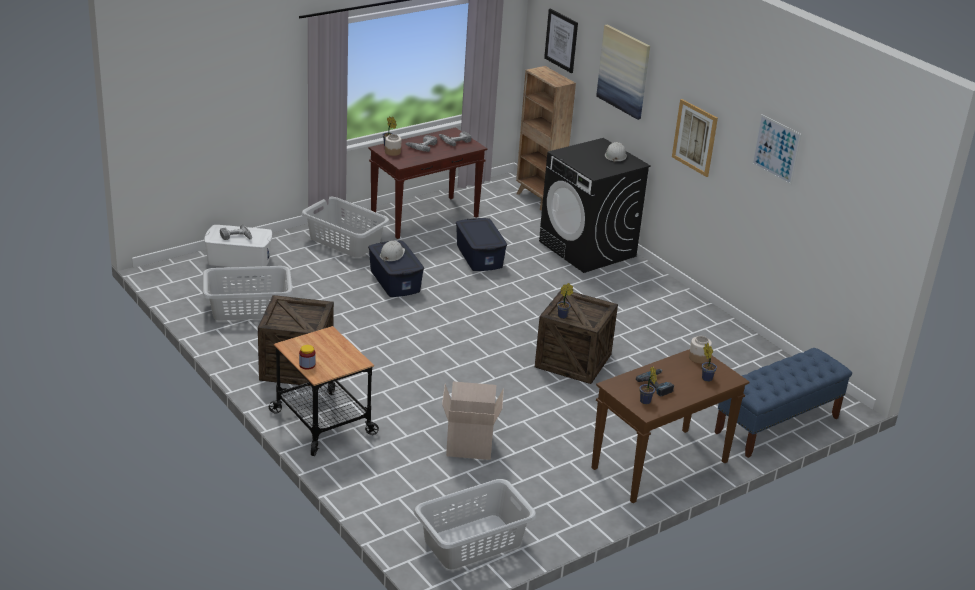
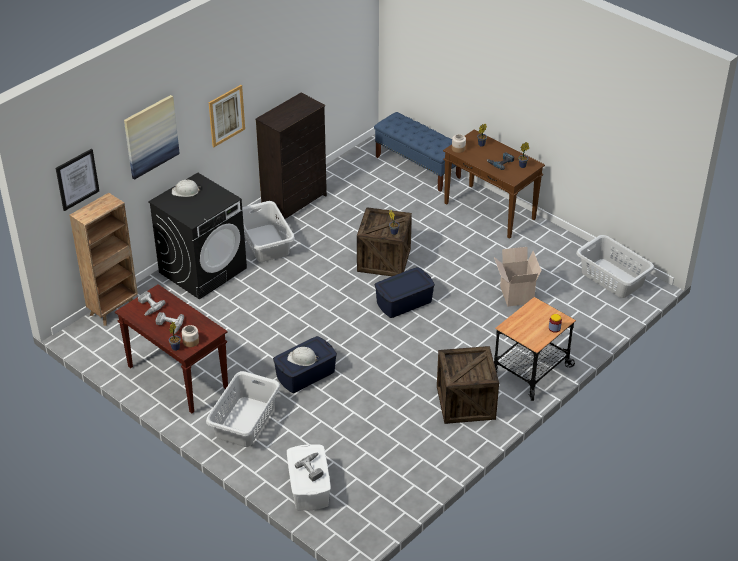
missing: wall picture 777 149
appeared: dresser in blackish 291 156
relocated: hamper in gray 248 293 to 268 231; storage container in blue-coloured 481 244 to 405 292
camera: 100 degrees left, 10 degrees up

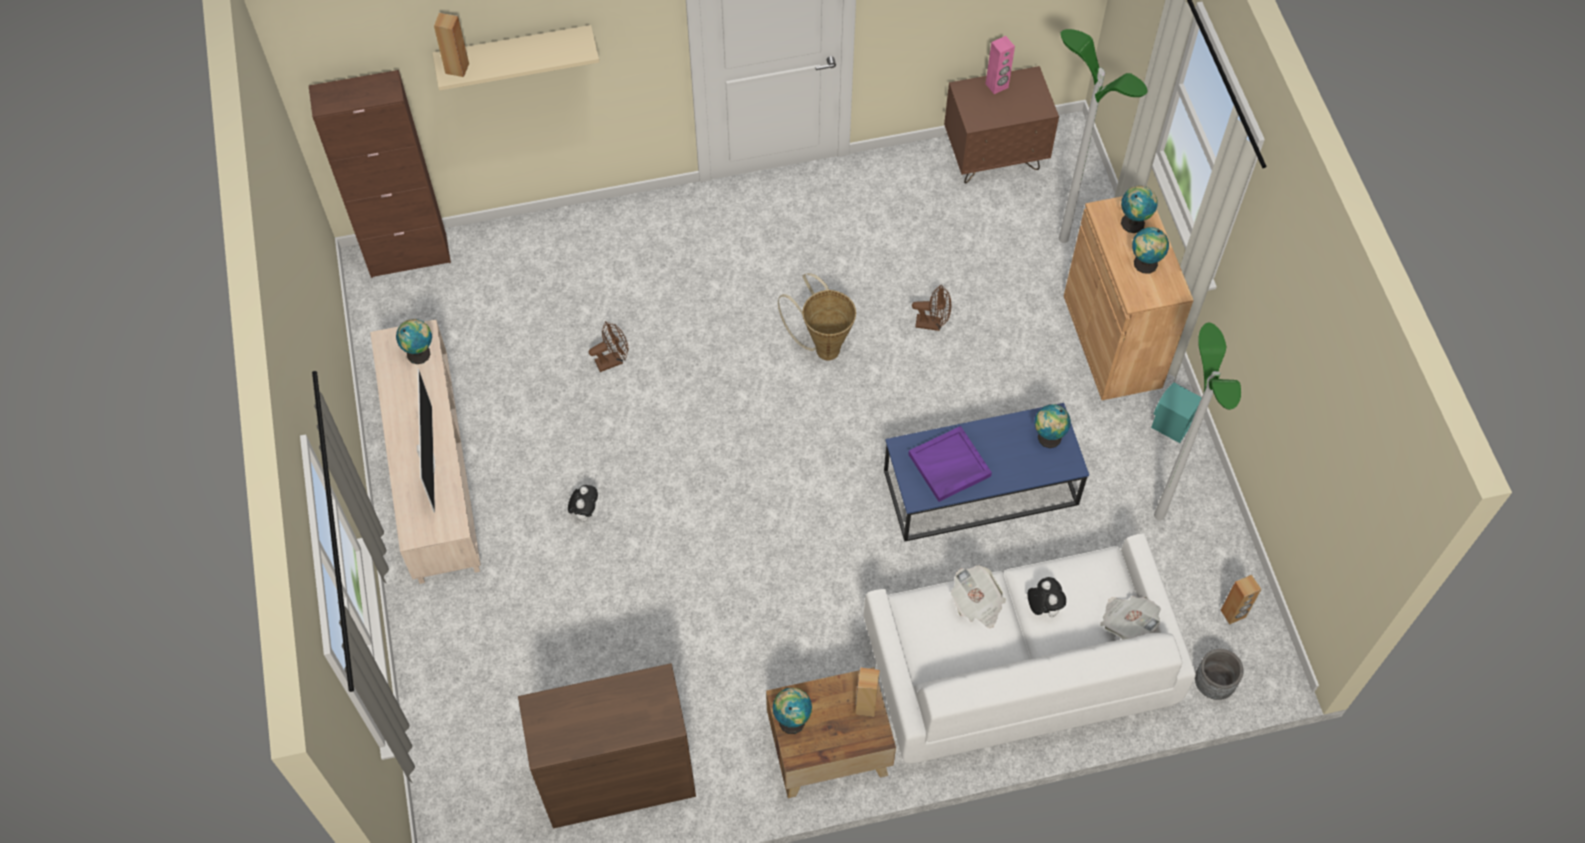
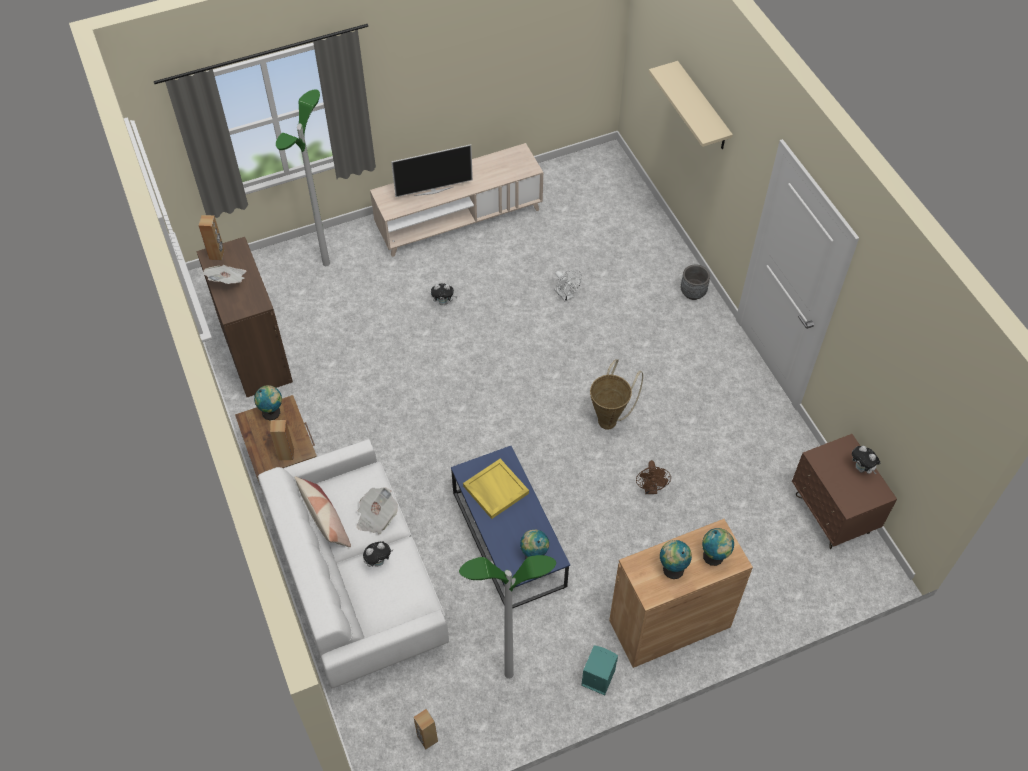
missing: storage cabinet in brownish 380 174; world globe 414 341
appeared: throw pillow 322 511
relocated: loudspeaker in brownish 451 45 to 211 237; floor lamp 1103 136 to 303 177; printed paper 1130 617 to 224 274; plant pot in gray 1219 674 to 695 282
exchanged: loudspeaker in pink-coloured 1000 65 to soft toy 866 460
colour: fan in brownish 609 346 to fan in white 568 285; serving tray in purple-coloured 950 464 to serving tray in yellowish 496 489
camera: 80 degrees right, 5 degrees down

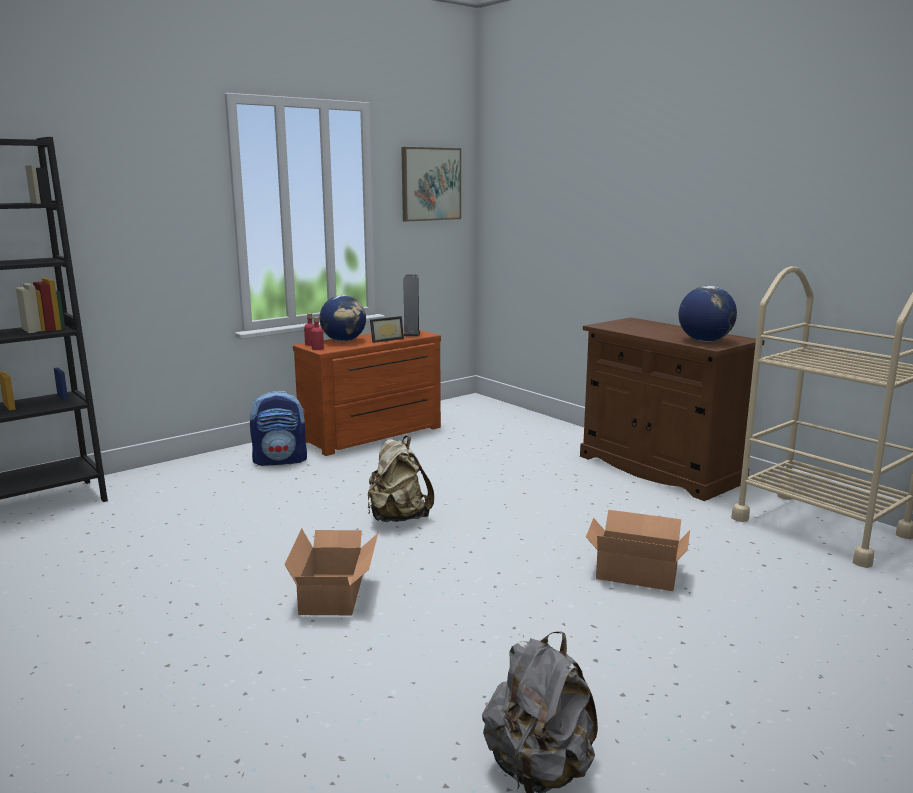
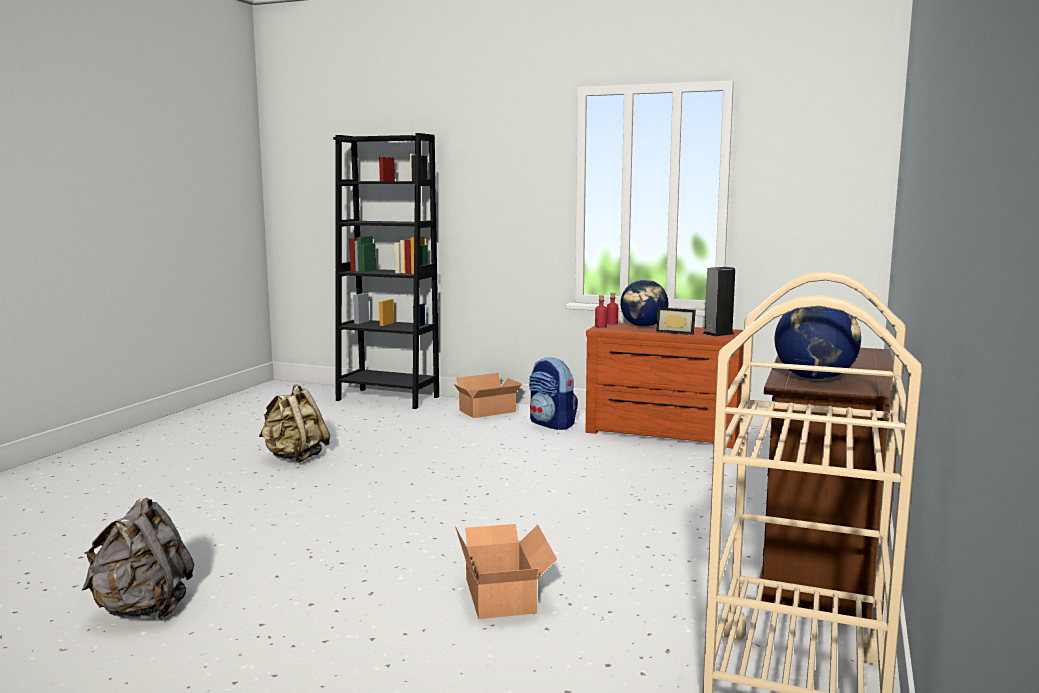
missing: wall picture 431 184
relocated: packing box 331 571 to 488 395; knapsack in beige 401 479 to 294 423
camera: 60 degrees right, 5 degrees down

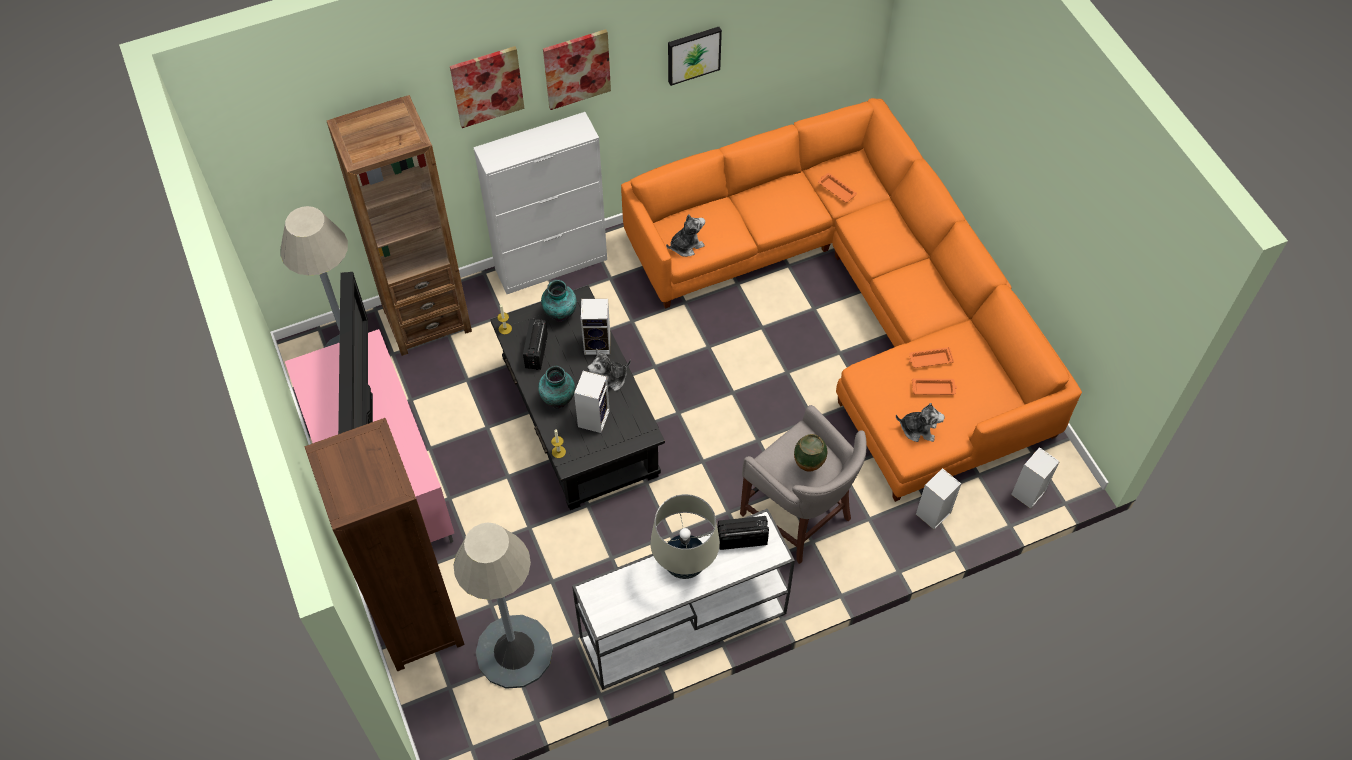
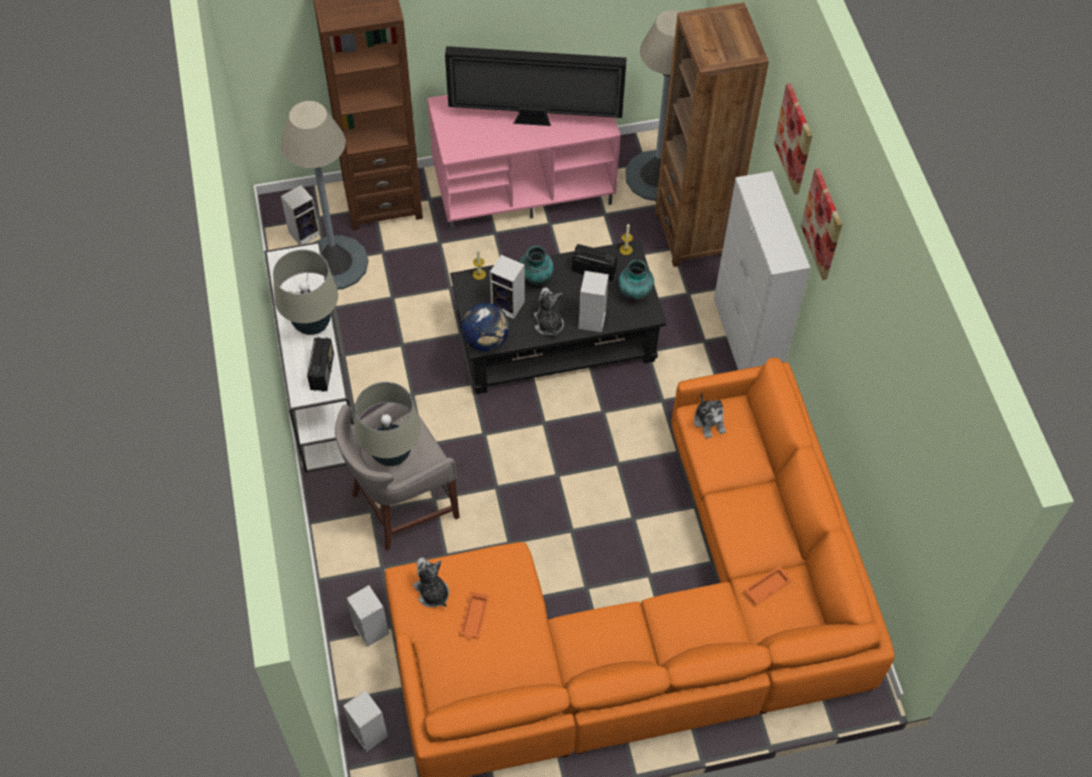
missing: wall picture 695 56; serving tray in orange-coloured 931 357
appeared: loudspeaker 300 215; world globe 485 327
exchanged: flower vase 810 453 to lamp for a table in beige 388 424
spun: soft toy 920 422 = 431 582 120 degrees clockwise
camera: 100 degrees right, 0 degrees up

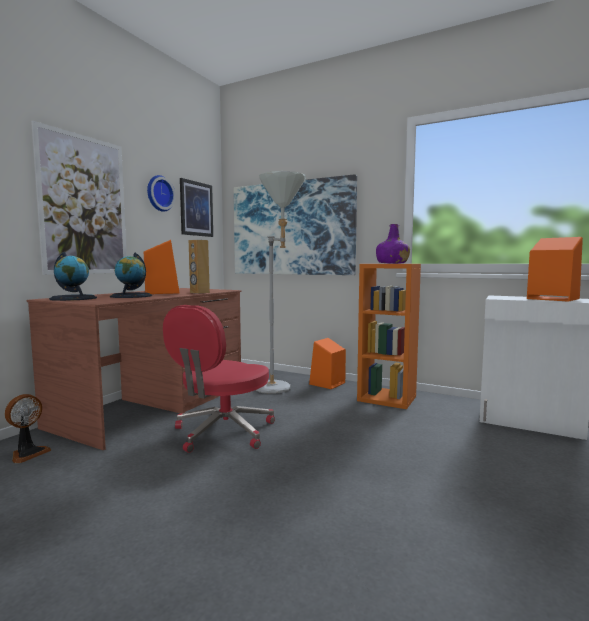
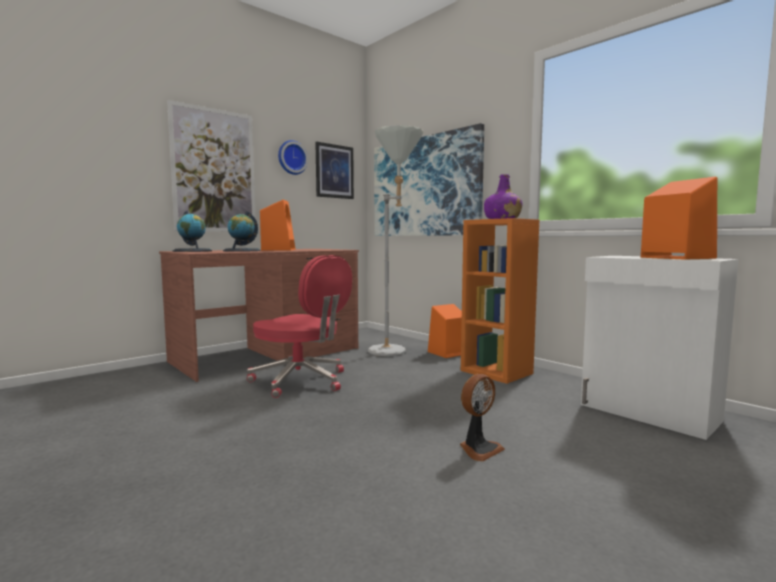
missing: loudspeaker in brownish 199 267
relocated: fan 28 428 to 482 418
spun: computer chair in red-coloured 219 379 = 299 326 105 degrees counterclockwise
camera: 20 degrees right, 0 degrees up

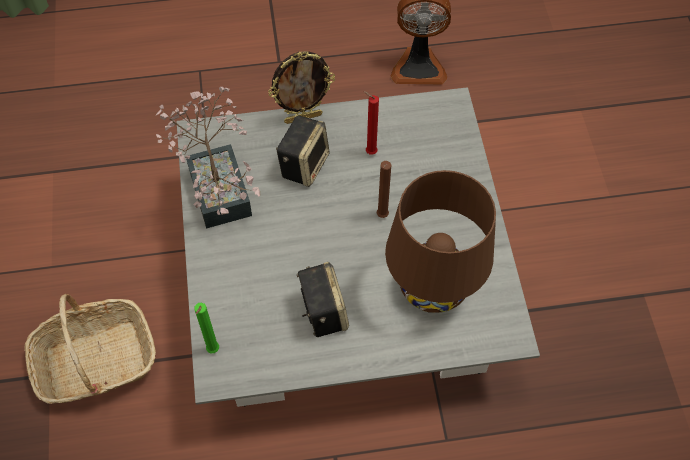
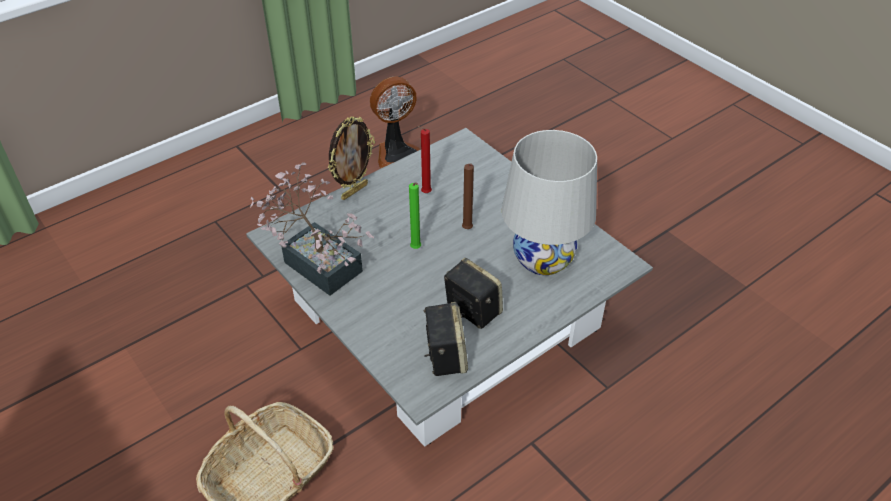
relocated: candle in green-coloured 206 328 to 415 215; loudspeaker 303 151 to 446 339
colour: lamp for a table in brownish 440 241 to lamp for a table in white 549 202
camera: 30 degrees left, 15 degrees down

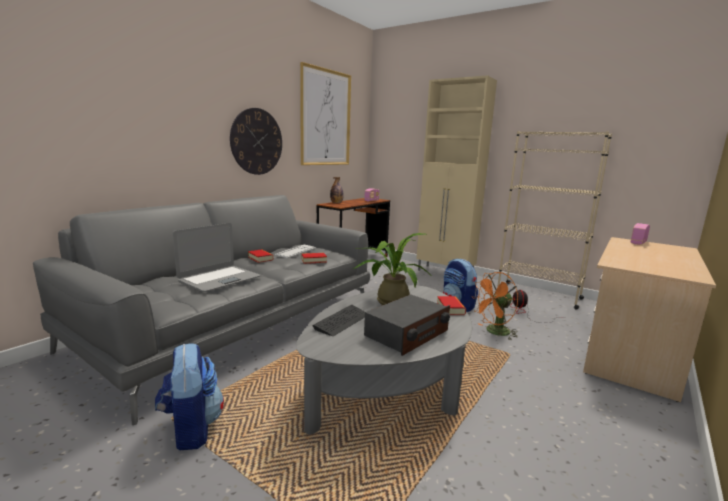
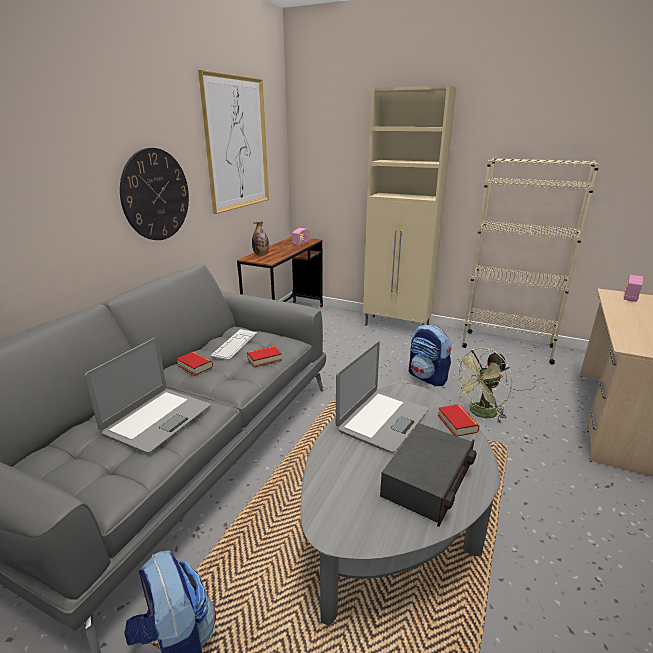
missing: keyboard 338 320
exchanged: plant in a pot 393 269 to laptop 382 397
colour: fan in orange-coloured 495 306 to fan in green-coloured 482 385
camera: 10 degrees left, 10 degrees up

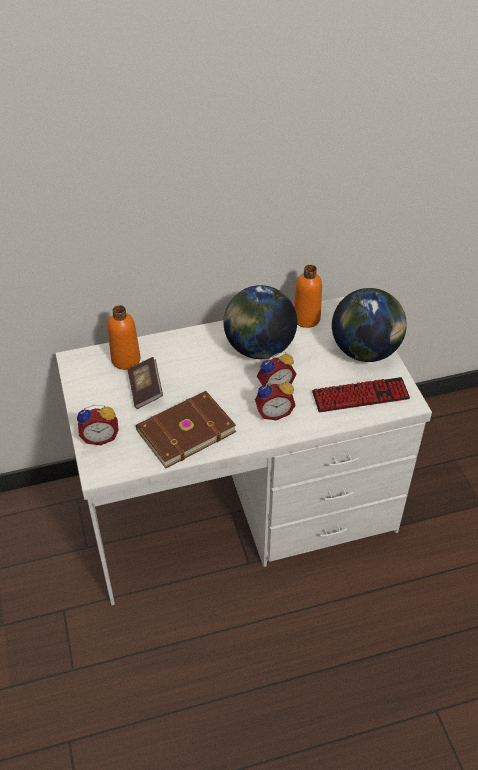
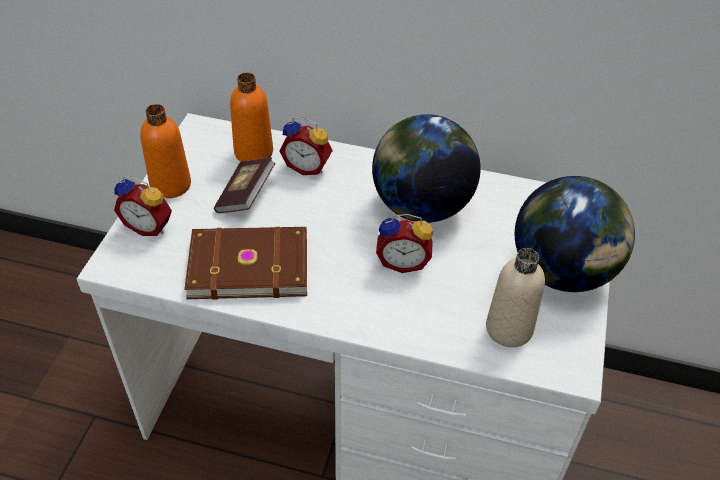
relocated: table clock 275 400 to 306 146; bottle in orange-coloured 308 296 to 165 151
exchanged: keyboard 361 394 to bottle in beige 515 297
camera: 30 degrees right, 0 degrees up

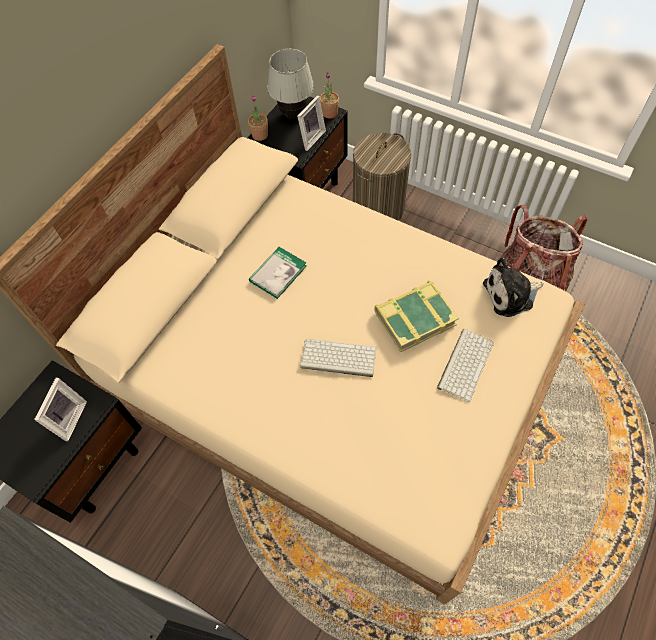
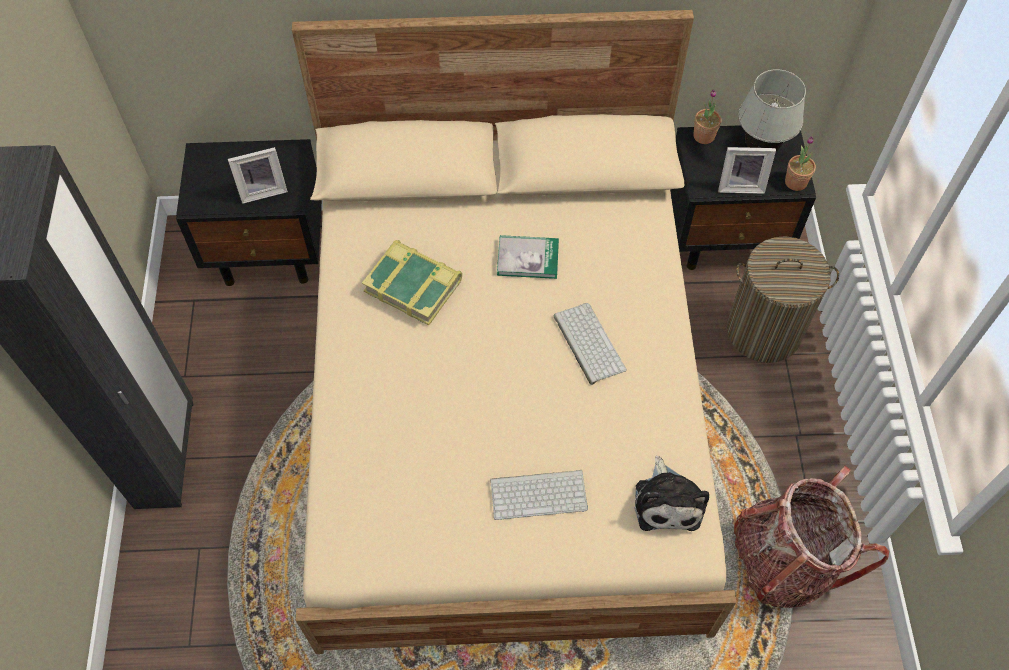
relocated: keyboard 338 358 to 590 344; bound book 416 316 to 412 282
spun: soft toy 513 287 = 672 493 135 degrees counterclockwise
camera: 55 degrees right, 0 degrees up

